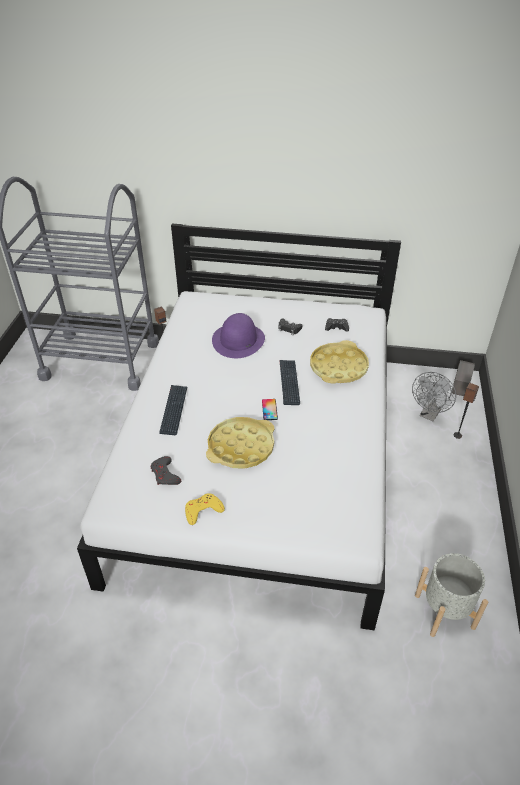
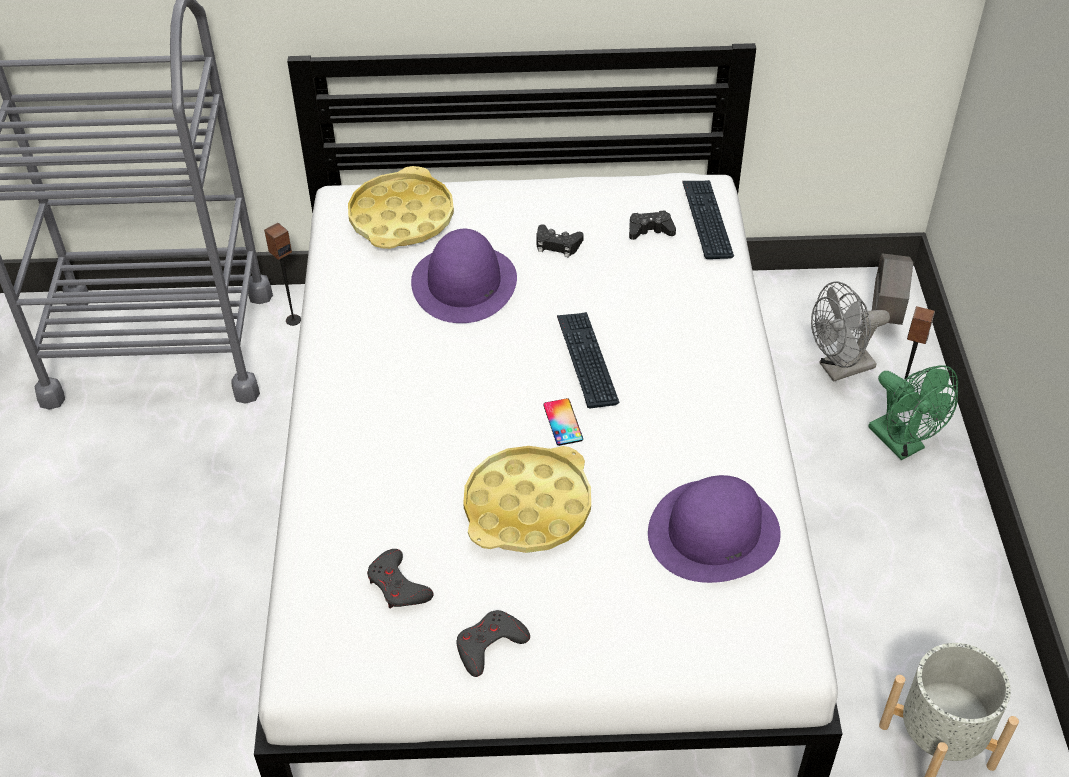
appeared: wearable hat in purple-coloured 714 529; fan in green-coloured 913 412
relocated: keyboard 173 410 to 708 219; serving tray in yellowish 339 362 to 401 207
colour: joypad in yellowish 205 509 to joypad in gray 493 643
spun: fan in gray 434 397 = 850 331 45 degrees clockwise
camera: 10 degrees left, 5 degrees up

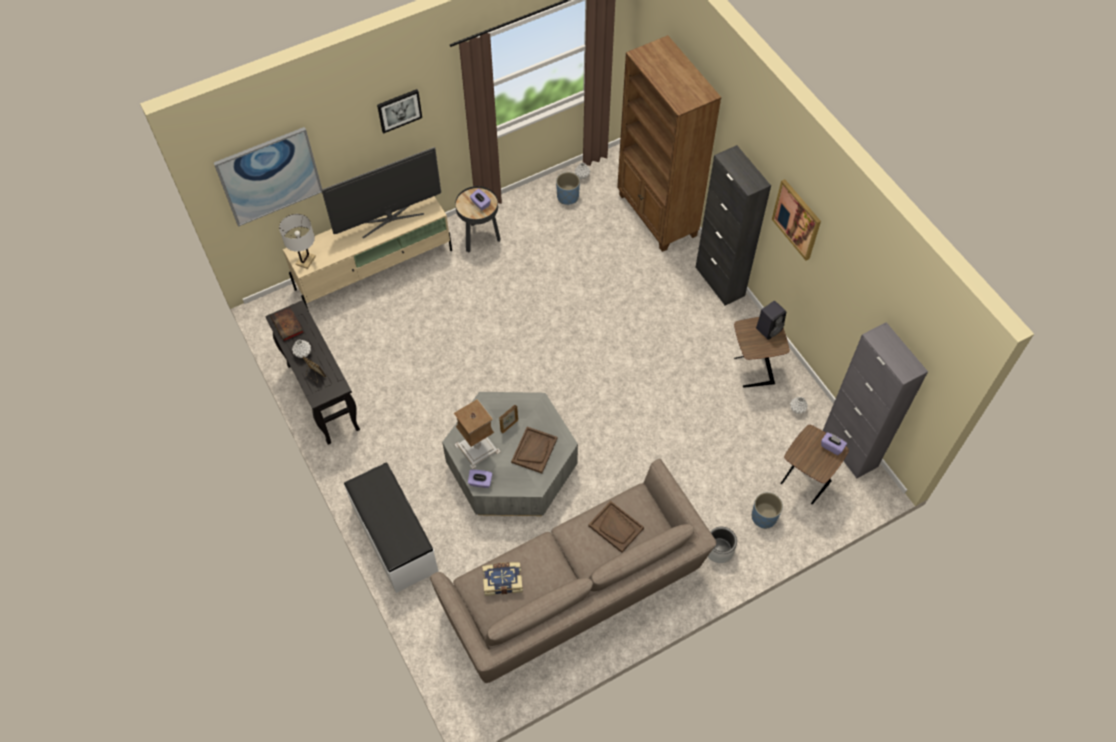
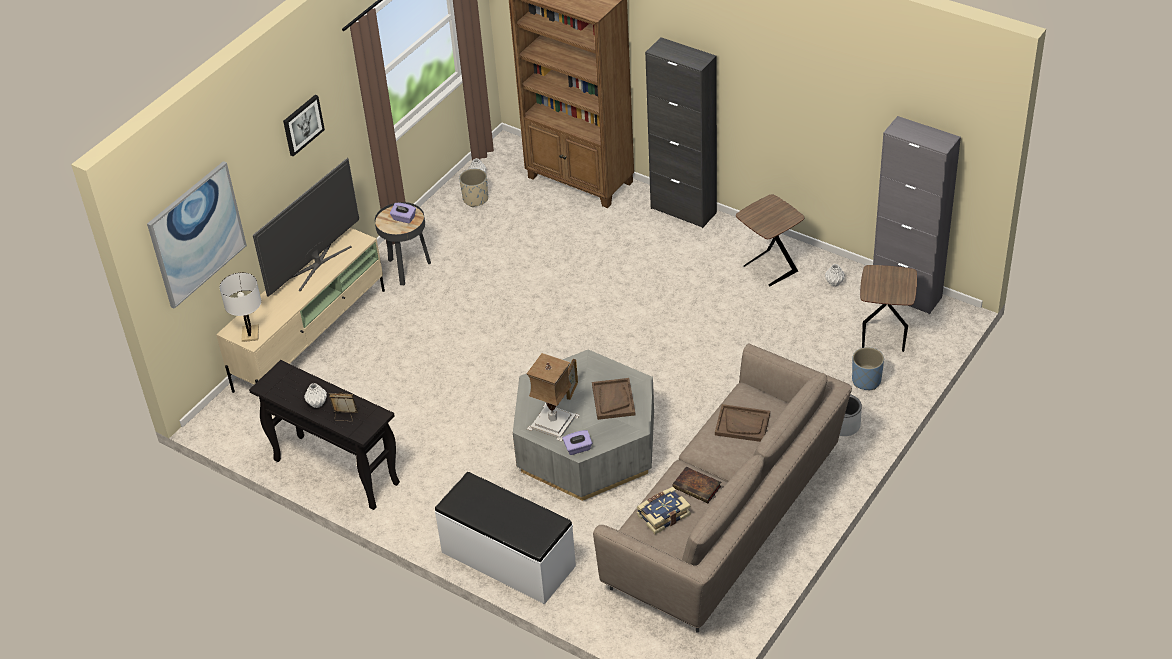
missing: loudspeaker in blackish 771 320; wall picture 796 219; tissue box in purple-coloured 834 443
relocated: bound book 287 324 to 696 485
colour: plant pot in blue-coloured 568 188 to plant pot in beige 473 188
camera: 25 degrees left, 15 degrees down

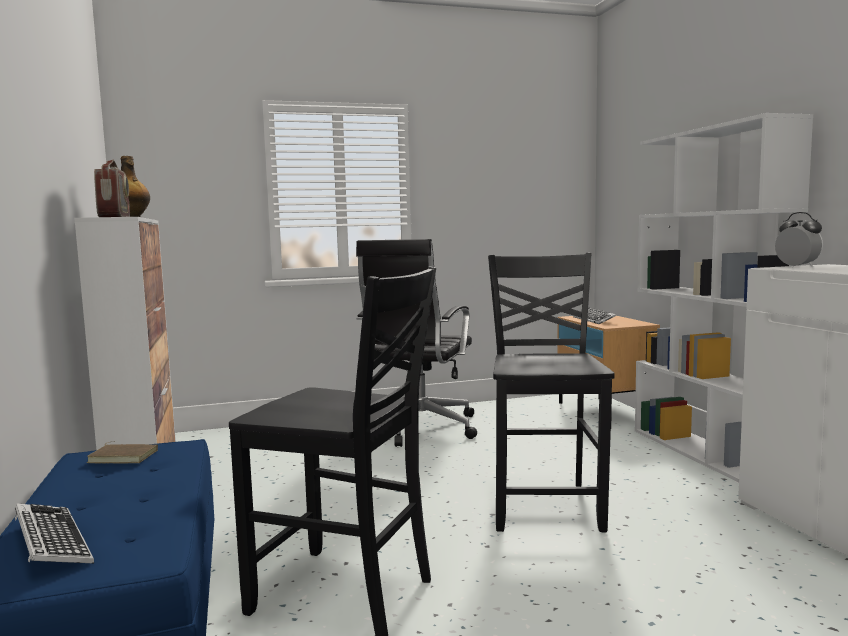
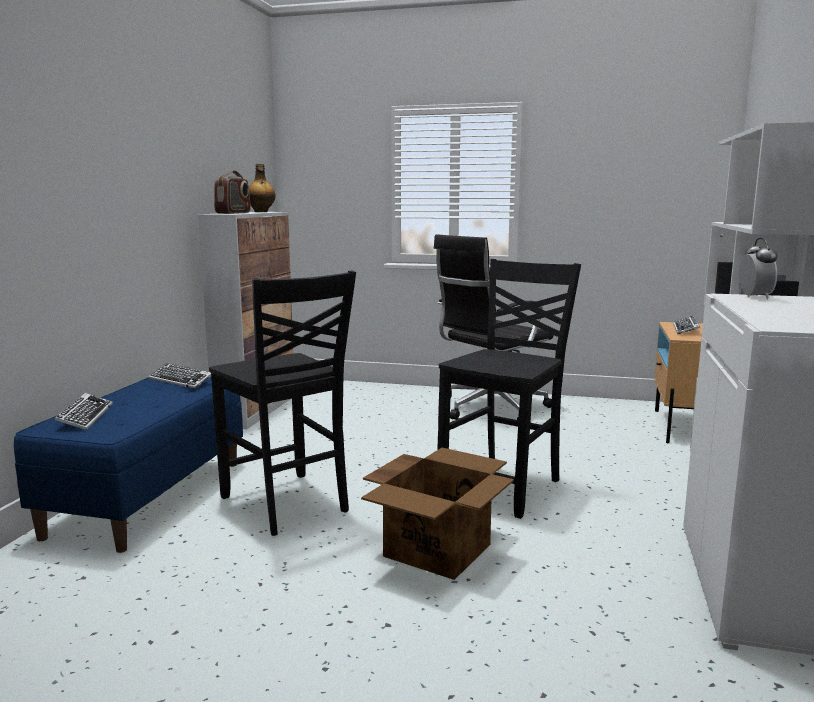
appeared: packing box 437 514
exchanged: bound book in brownish 122 452 to keyboard 180 376
camera: 30 degrees right, 5 degrees up

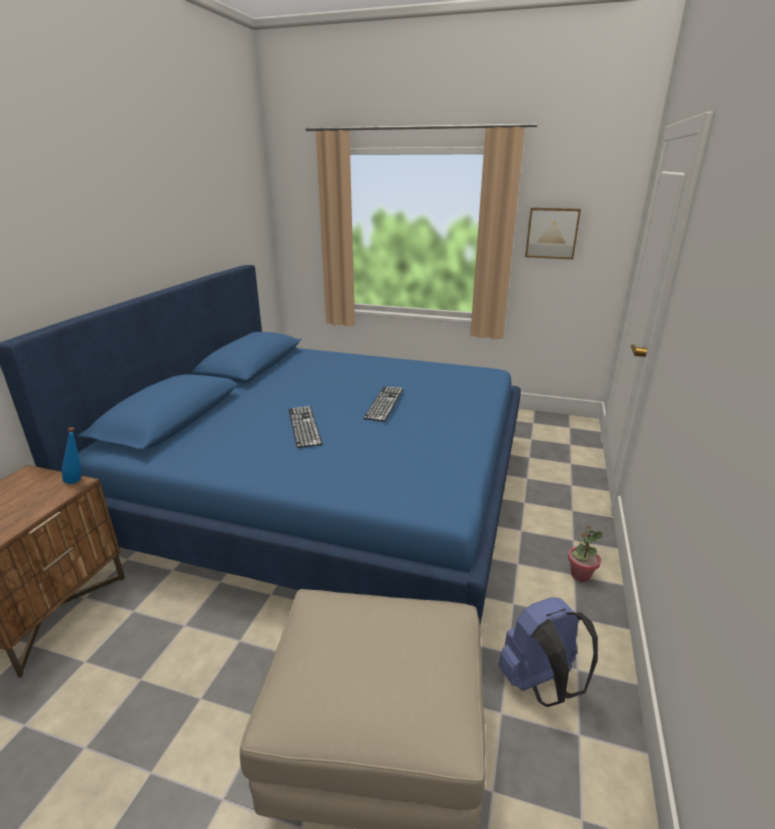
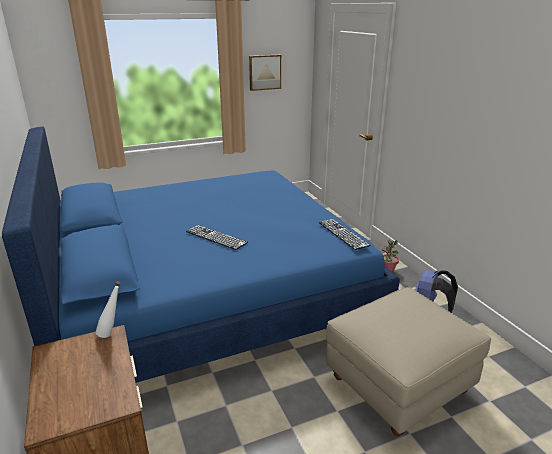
relocated: keyboard 383 404 to 345 234
colour: bottle in blue-coloured 71 455 to bottle in white 108 309
camera: 40 degrees left, 0 degrees up

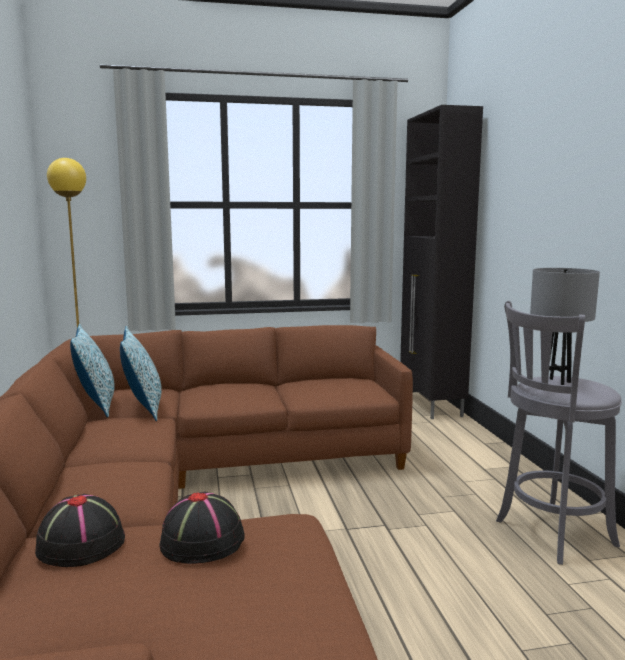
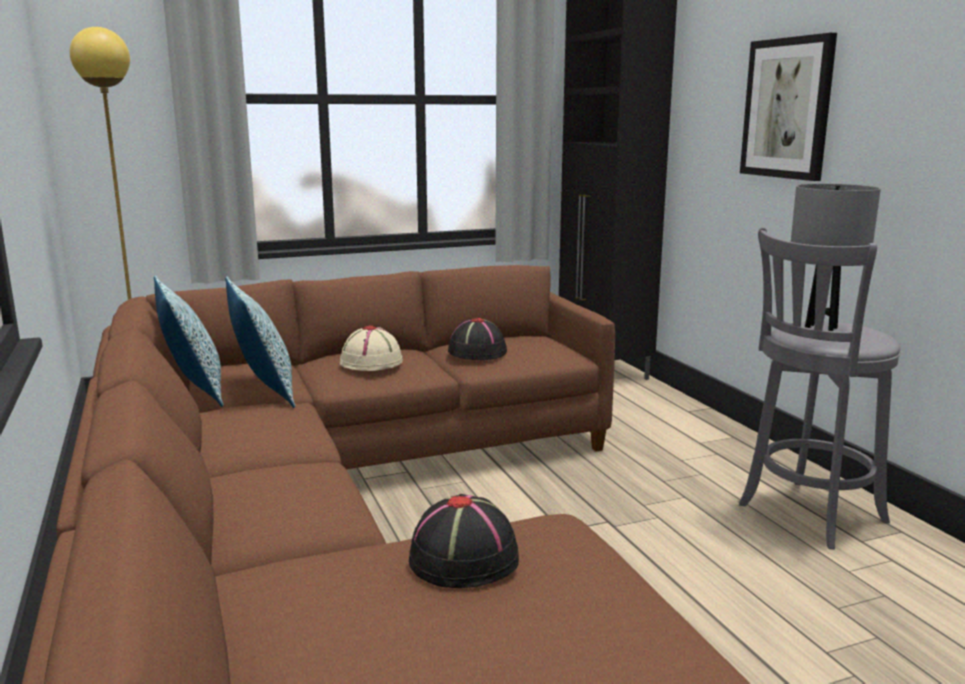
appeared: wearable hat in beige 371 348; wall picture 788 107
relocated: wearable hat in blackish 80 530 to 477 339
camera: 10 degrees left, 5 degrees up

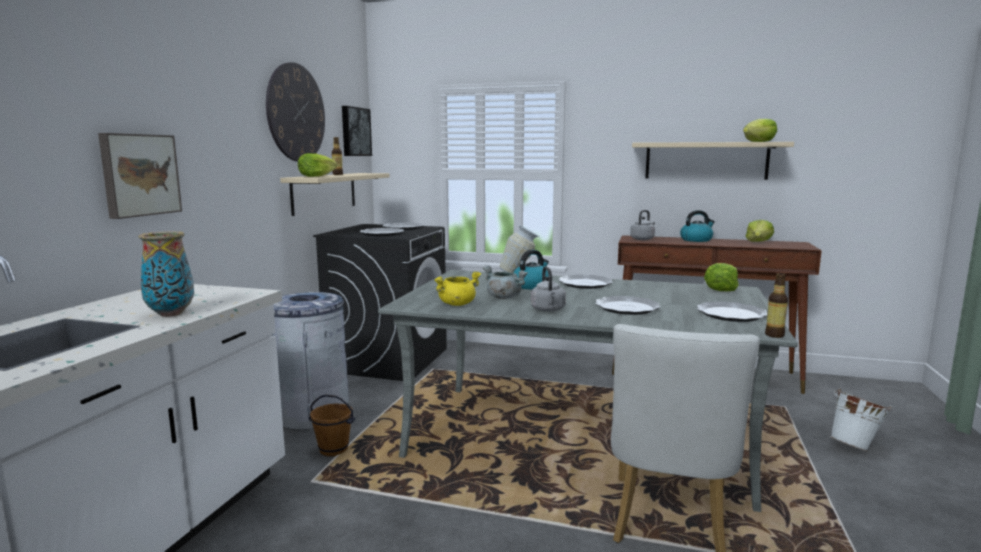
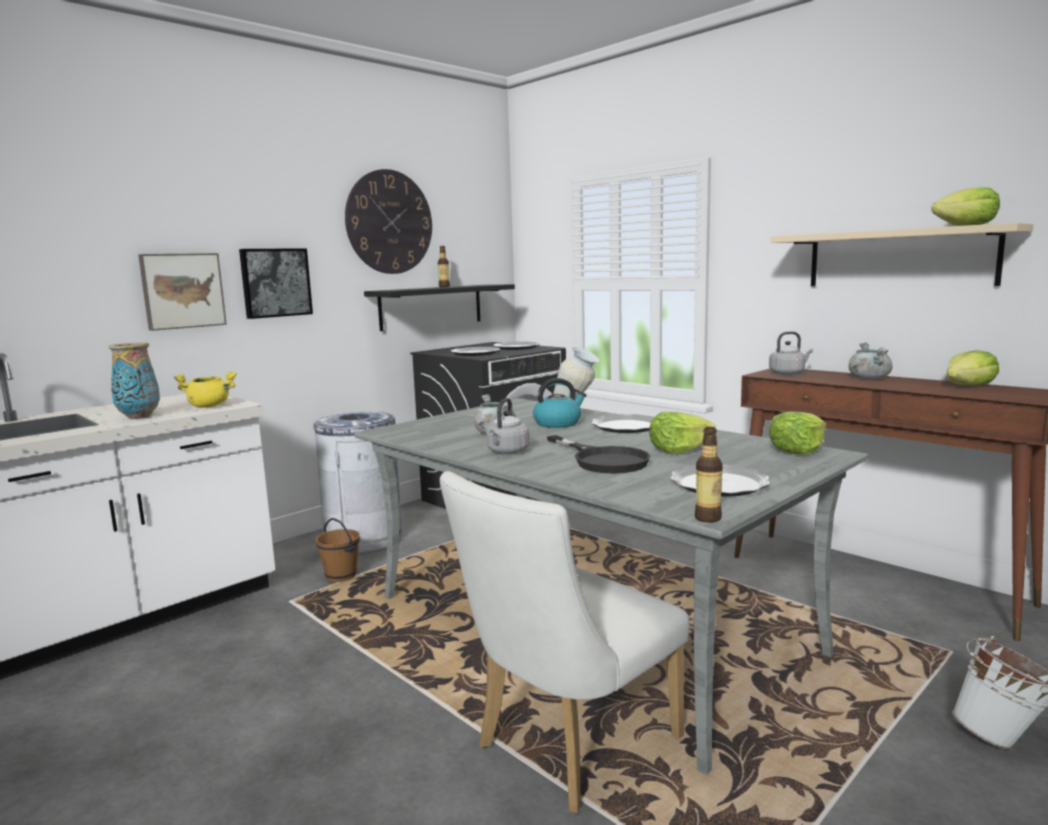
relocated: head of lettuce 317 165 to 682 432; wall picture 357 131 to 276 283; saucepot in yellowish 457 288 to 205 390
exchanged: dinner plate 627 305 to frying pan in blackish 598 454; tea kettle 697 226 to saucepot in gray 870 360
colour: bracket shelf in beige 335 194 to bracket shelf in blackish 439 307
camera: 30 degrees right, 0 degrees up

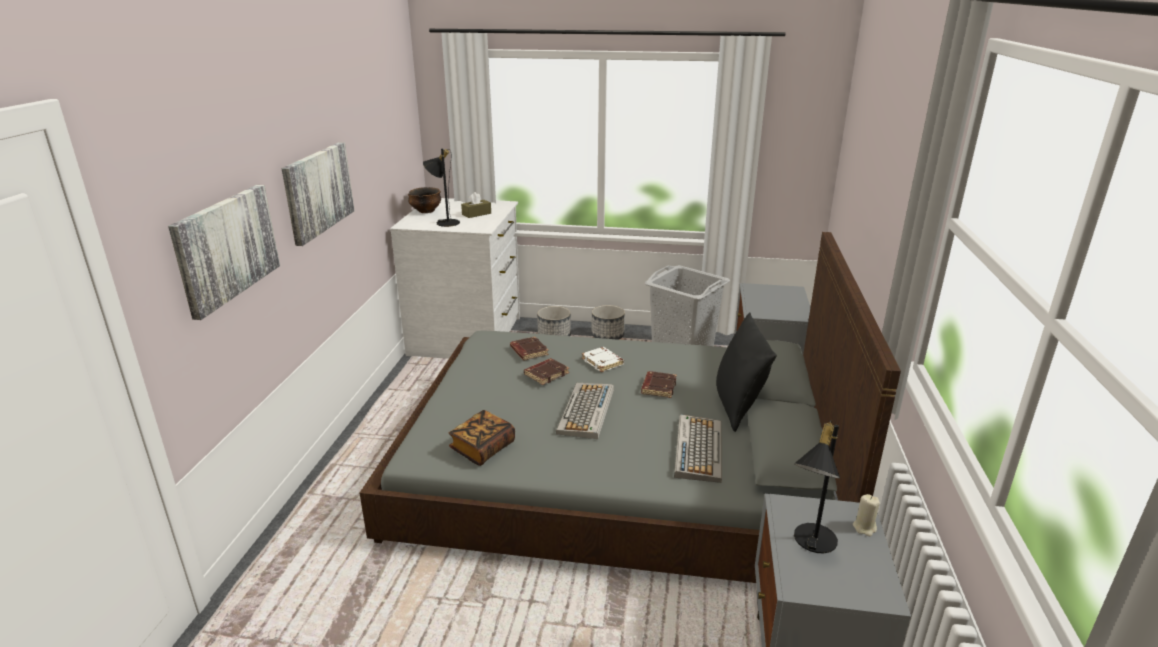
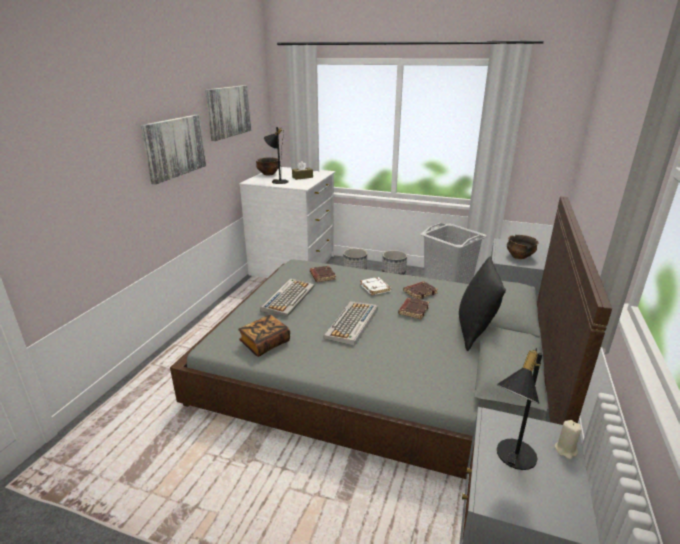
appeared: deep dish 522 247
relocated: wall picture 224 252 to 228 113; bound book in brownish 546 371 to 420 290; keyboard 698 449 to 287 297
camera: 10 degrees right, 0 degrees up

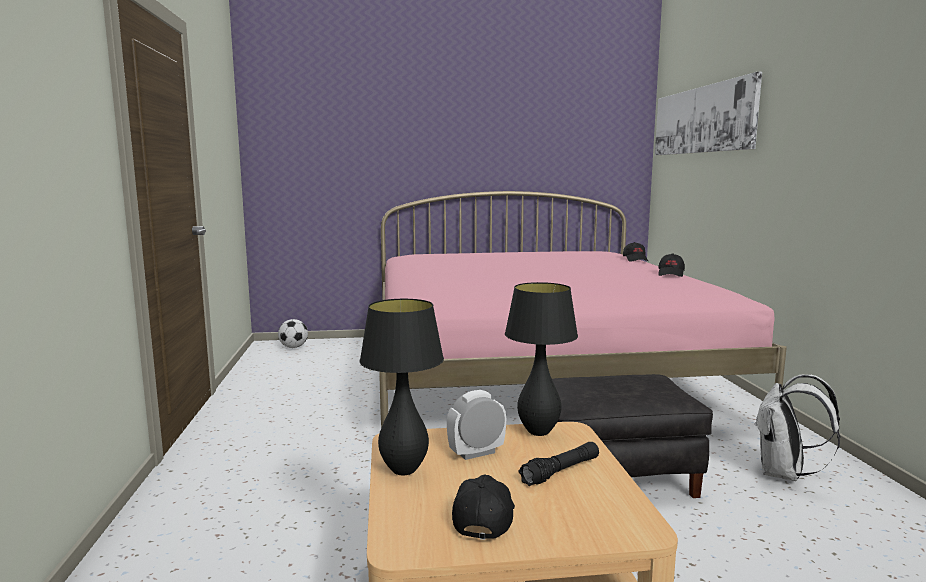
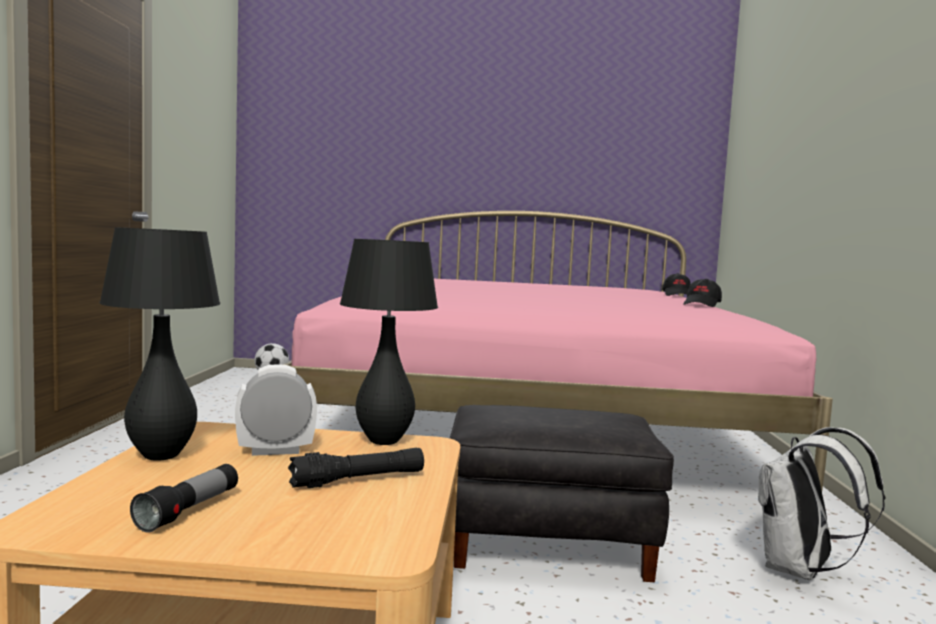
missing: wall picture 708 113
exchanged: cap in blackish 483 507 to flashlight 184 498
camera: 10 degrees right, 5 degrees down

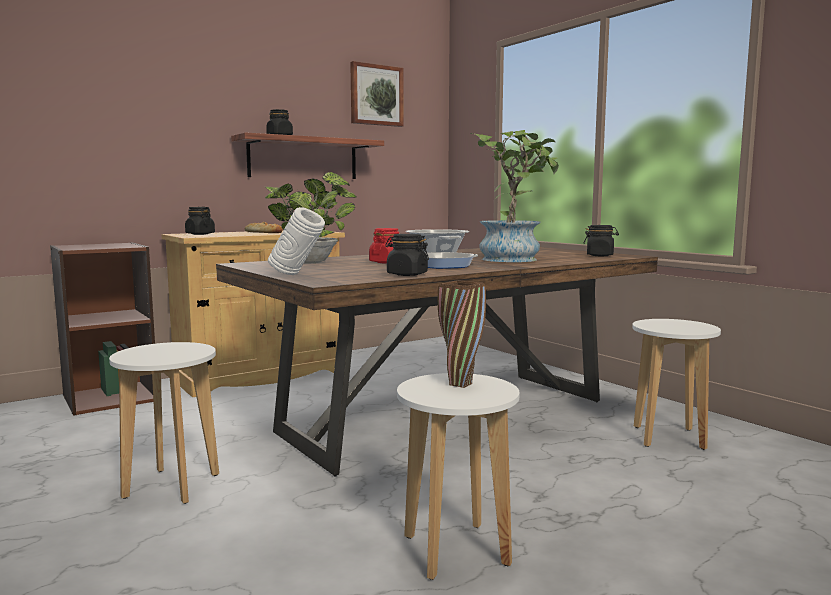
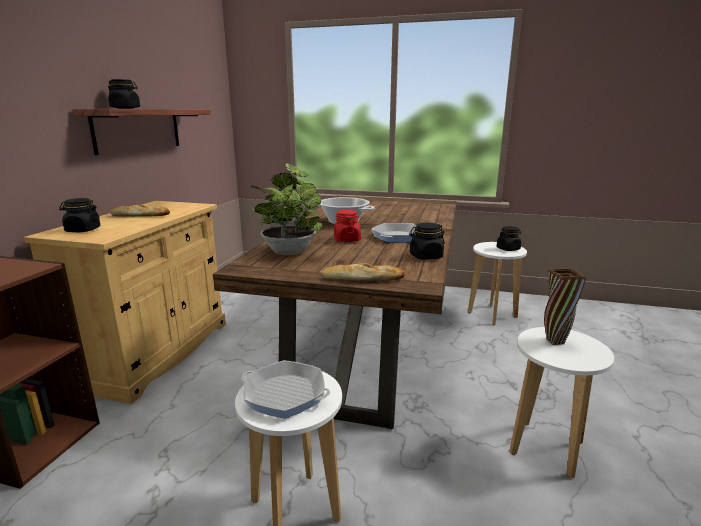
missing: wall picture 377 94; plant in a pot 514 196
appeared: frying pan 285 389
relocated: preserve jar in blackish 601 240 to 509 238
exchanged: flower vase in white 296 241 to bakery bread 363 272
camera: 40 degrees left, 10 degrees up

